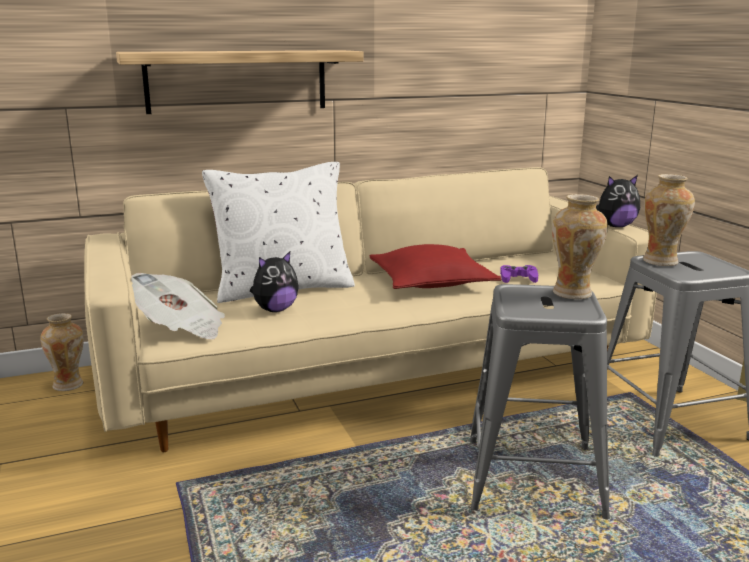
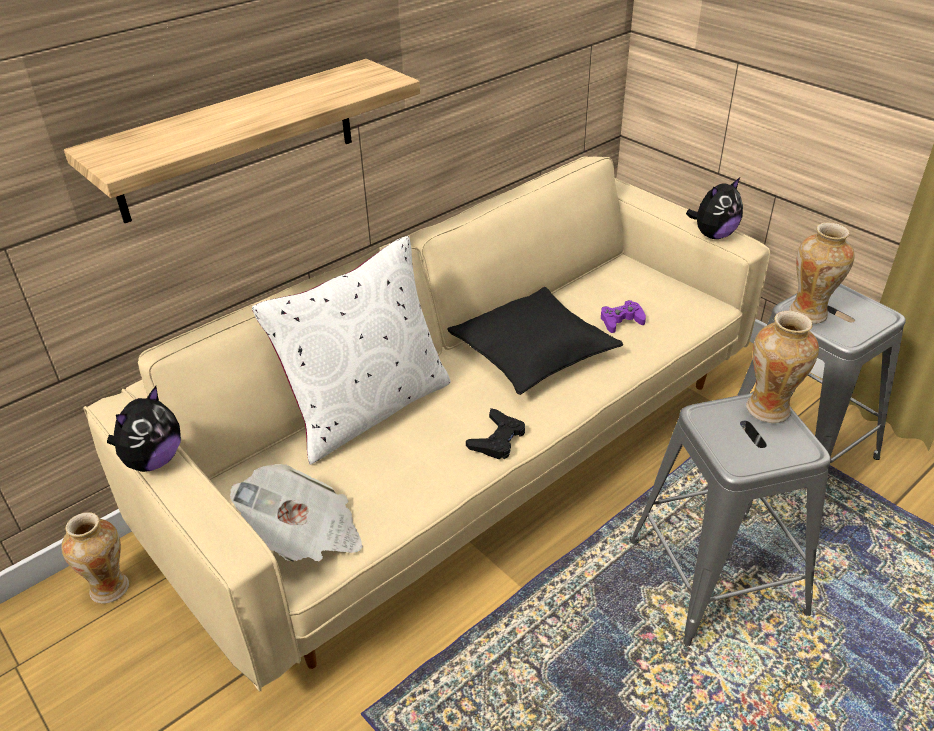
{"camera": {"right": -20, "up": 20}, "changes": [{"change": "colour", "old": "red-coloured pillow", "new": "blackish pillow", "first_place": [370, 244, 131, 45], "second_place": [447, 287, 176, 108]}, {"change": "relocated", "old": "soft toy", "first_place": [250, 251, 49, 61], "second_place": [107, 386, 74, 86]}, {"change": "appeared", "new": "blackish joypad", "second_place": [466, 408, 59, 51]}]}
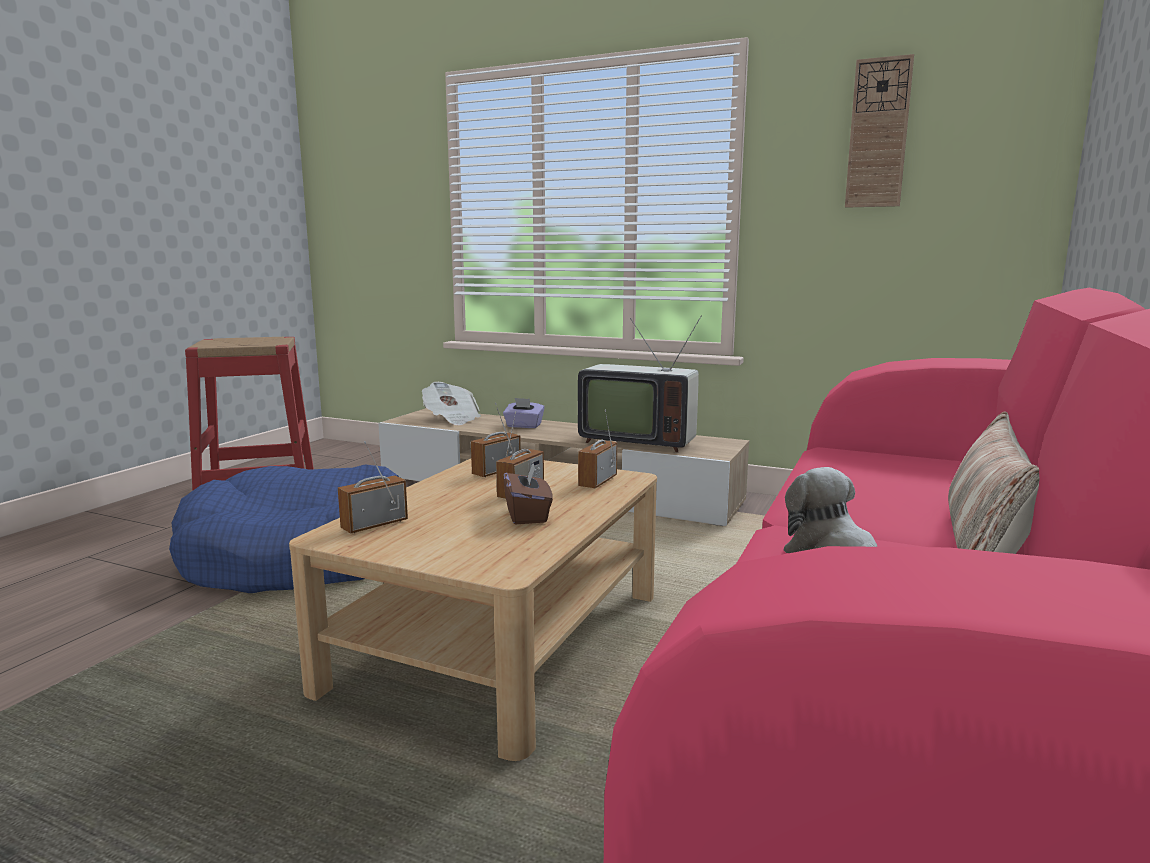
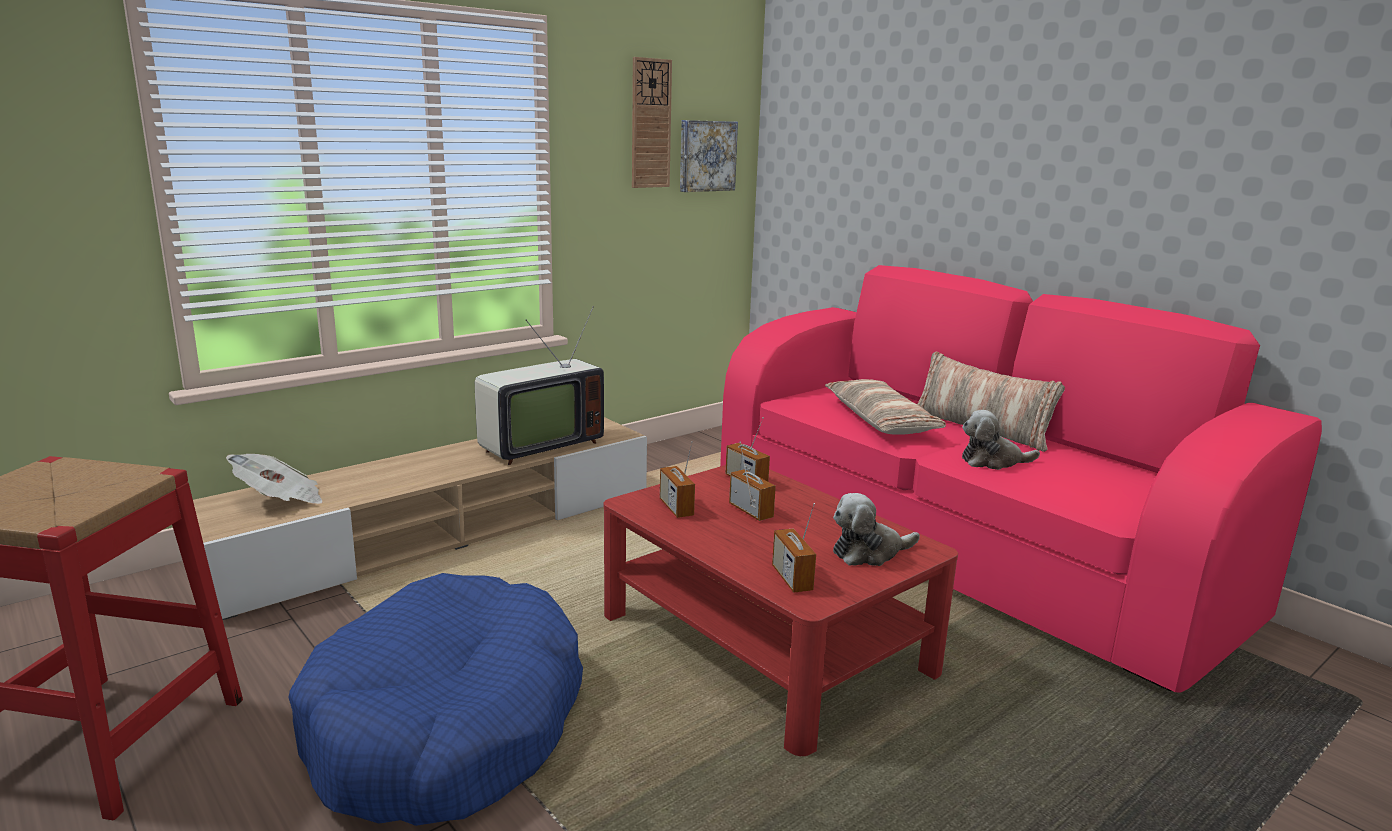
{"camera": {"right": -65, "up": 5}, "changes": [{"change": "missing", "old": "purple-coloured tissue box", "first_place": [503, 398, 42, 30]}, {"change": "colour", "old": "sand-coloured lounge table", "new": "red-coloured lounge table", "first_place": [289, 459, 368, 302], "second_place": [604, 465, 354, 291]}, {"change": "missing", "old": "brownish tissue box", "first_place": [503, 463, 50, 61]}, {"change": "appeared", "new": "wall art", "second_place": [680, 120, 58, 72]}, {"change": "appeared", "new": "pillow", "second_place": [825, 379, 121, 56]}, {"change": "appeared", "new": "soft toy", "second_place": [833, 493, 87, 73]}]}
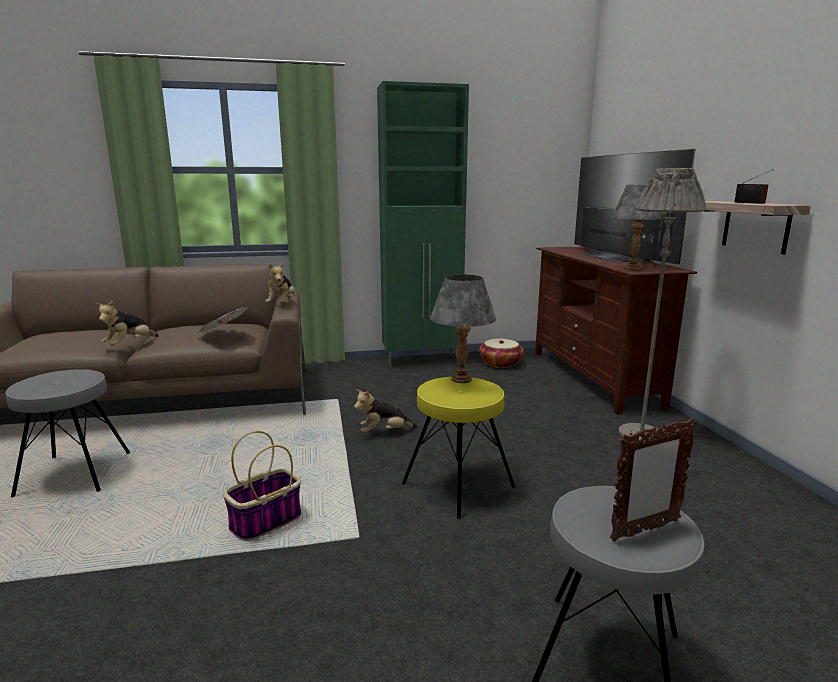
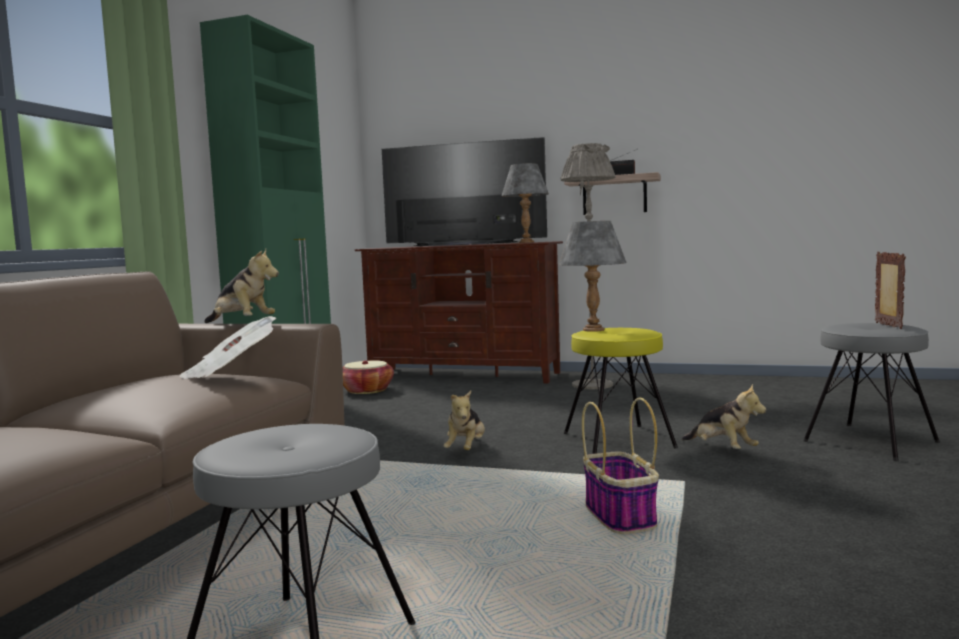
{"camera": {"right": -60, "up": -10}, "changes": [{"change": "relocated", "old": "soft toy", "first_place": [95, 301, 64, 44], "second_place": [682, 384, 84, 65]}]}
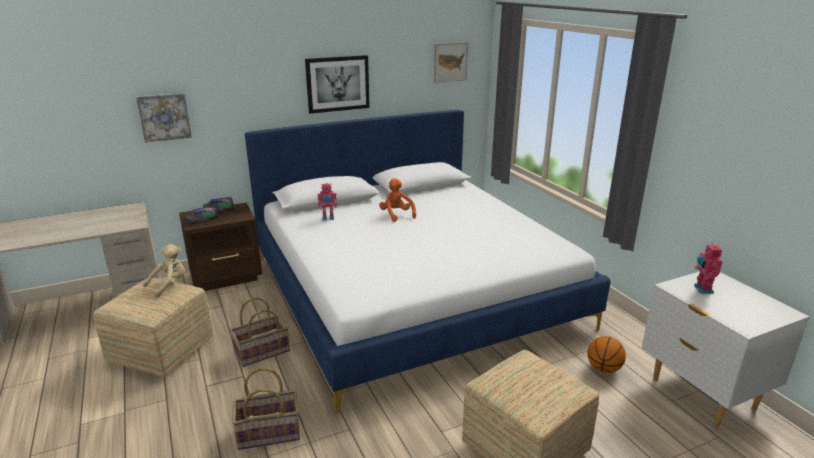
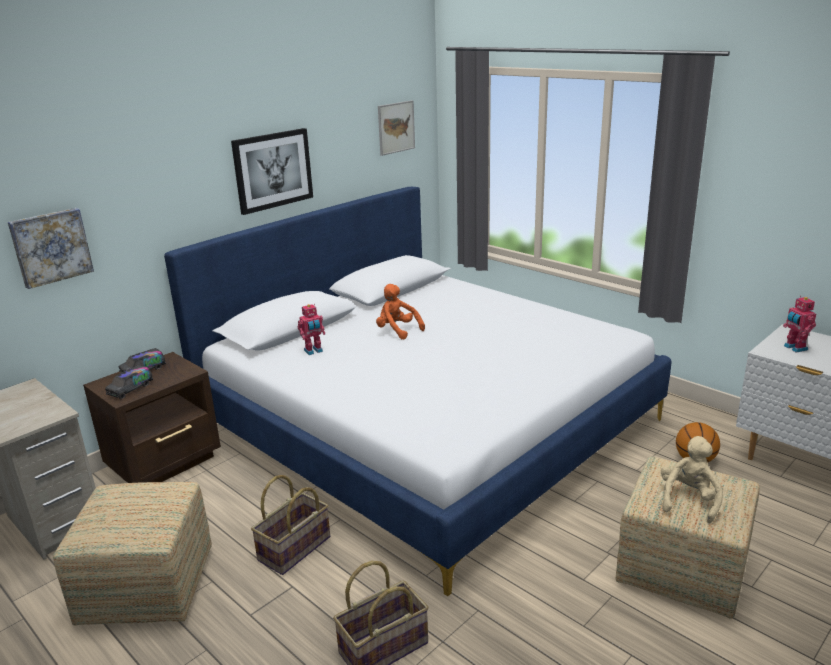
{"camera": {"right": -20, "up": 0}, "changes": [{"change": "relocated", "old": "sand-coloured soft toy", "first_place": [143, 244, 42, 54], "second_place": [661, 436, 62, 88]}]}
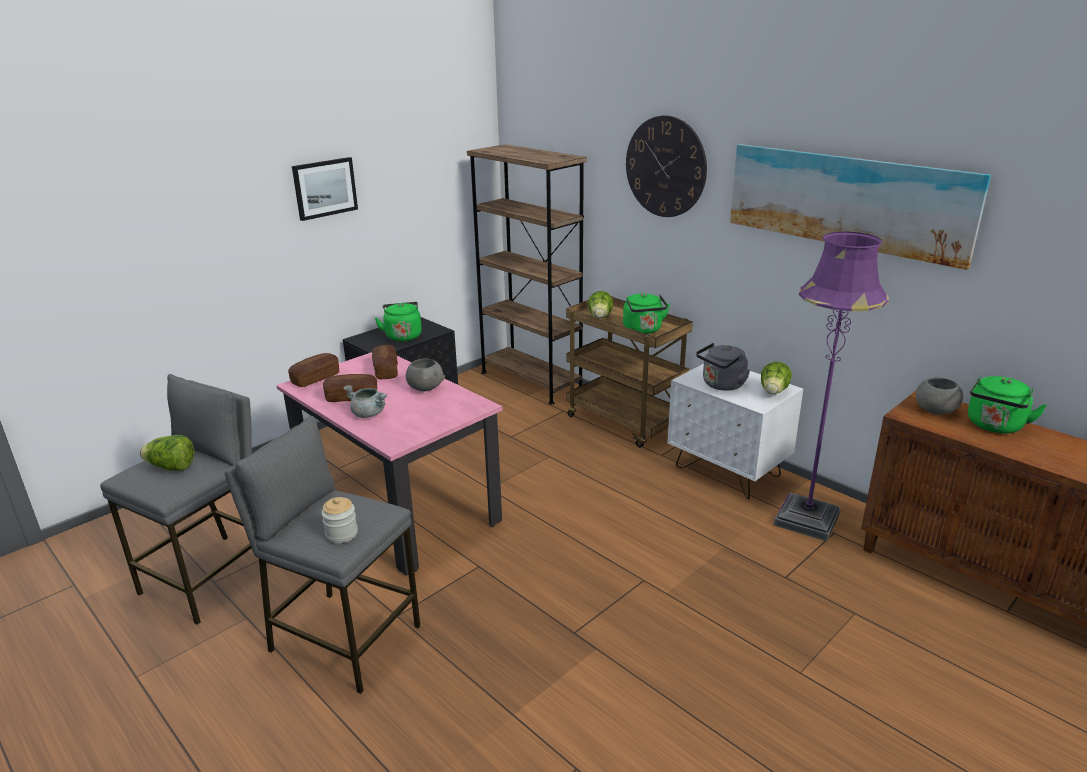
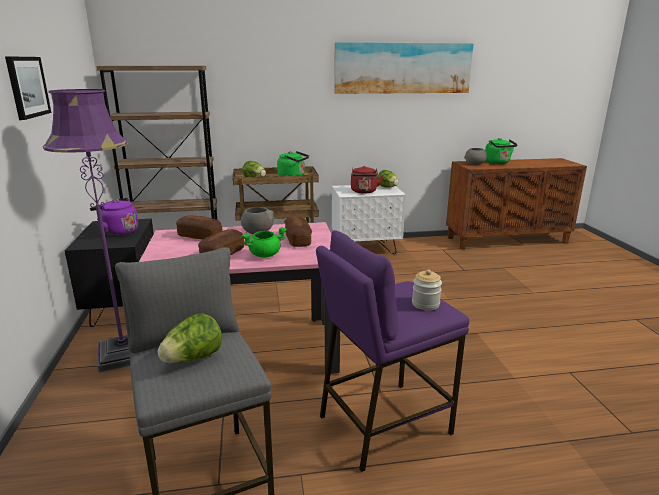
{"camera": {"right": -55, "up": -5}, "changes": [{"change": "missing", "old": "clock on the wall", "first_place": [626, 115, 81, 102]}, {"change": "relocated", "old": "purple-coloured standard lamp", "first_place": [774, 232, 115, 310], "second_place": [43, 89, 87, 284]}, {"change": "colour", "old": "greenish kettle", "new": "purple-coloured kettle", "first_place": [375, 302, 47, 40], "second_place": [90, 198, 48, 38]}, {"change": "colour", "old": "greyish kettle", "new": "red-coloured kettle", "first_place": [696, 343, 54, 48], "second_place": [351, 166, 33, 28]}, {"change": "relocated", "old": "baked bread", "first_place": [288, 353, 51, 34], "second_place": [284, 217, 28, 30]}, {"change": "colour", "old": "greyish cooking pot", "new": "greenish cooking pot", "first_place": [343, 385, 44, 33], "second_place": [242, 227, 45, 31]}, {"change": "colour", "old": "greyish stool seat", "new": "purple-coloured stool seat", "first_place": [225, 416, 195, 278], "second_place": [316, 230, 153, 242]}]}
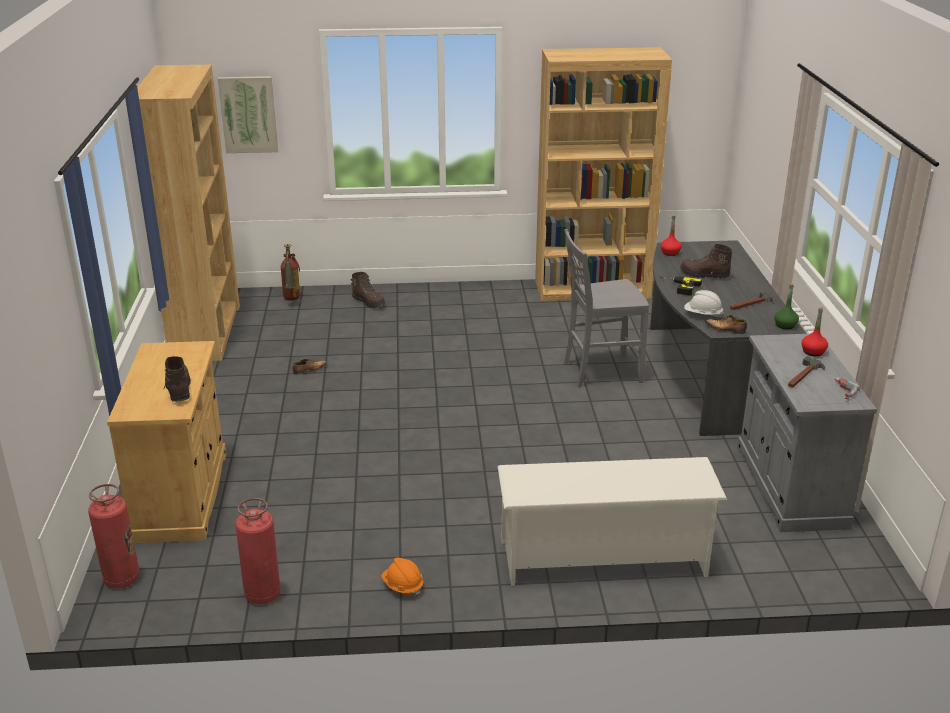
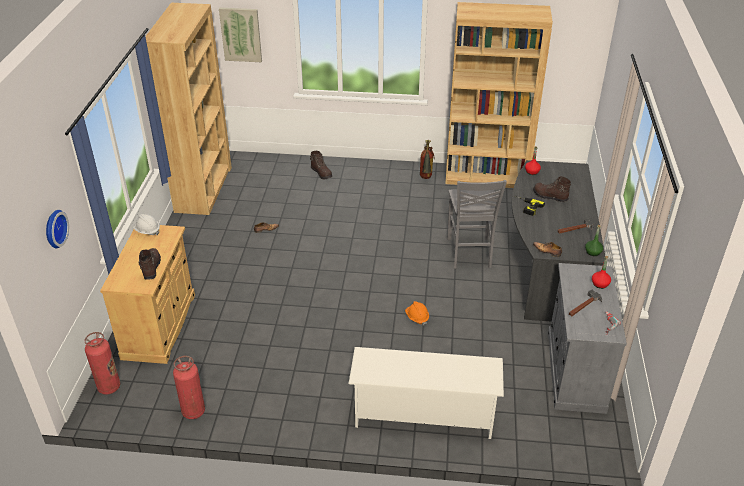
{"camera": {"right": 10, "up": 10}, "changes": [{"change": "spun", "old": "greyish plain chair", "first_place": [564, 229, 85, 158], "second_place": [447, 180, 60, 89], "degrees": -90}, {"change": "relocated", "old": "fire-fighting cylinder", "first_place": [281, 244, 19, 57], "second_place": [420, 140, 14, 39]}, {"change": "relocated", "old": "white-coloured work helmet", "first_place": [684, 290, 40, 28], "second_place": [132, 214, 28, 21]}, {"change": "relocated", "old": "orange-coloured work helmet", "first_place": [381, 558, 42, 39], "second_place": [405, 301, 24, 24]}, {"change": "appeared", "new": "clock on the wall", "second_place": [46, 210, 23, 39]}]}
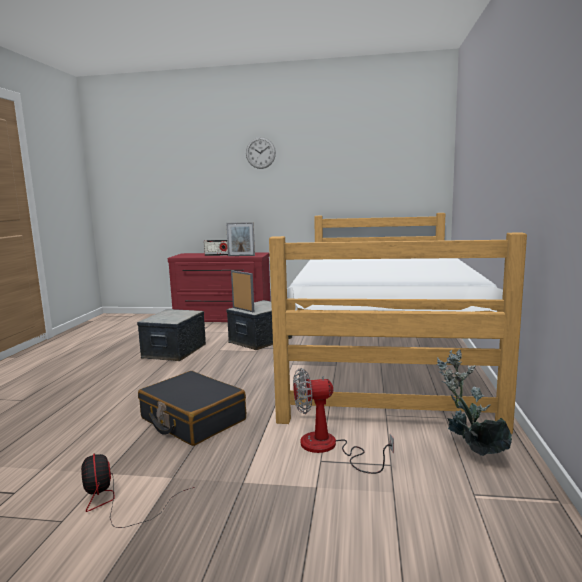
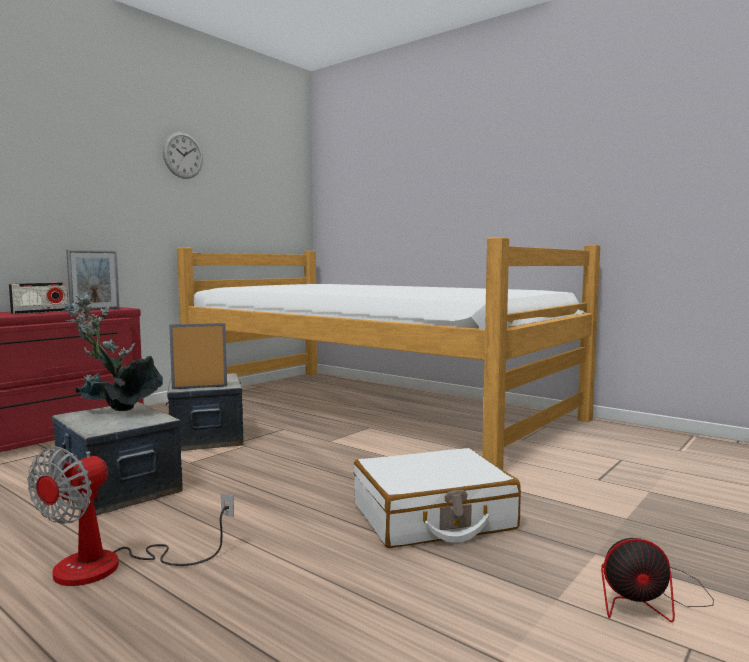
{"camera": {"right": -60, "up": -5}, "changes": [{"change": "relocated", "old": "clock on the wall", "first_place": [246, 137, 30, 32], "second_place": [163, 132, 40, 47]}, {"change": "relocated", "old": "houseplant", "first_place": [437, 350, 75, 106], "second_place": [63, 292, 100, 119]}, {"change": "relocated", "old": "cooling fan", "first_place": [293, 368, 101, 106], "second_place": [27, 447, 207, 139]}, {"change": "colour", "old": "blackish piece of luggage", "new": "white-coloured piece of luggage", "first_place": [138, 371, 108, 75], "second_place": [353, 448, 168, 100]}]}
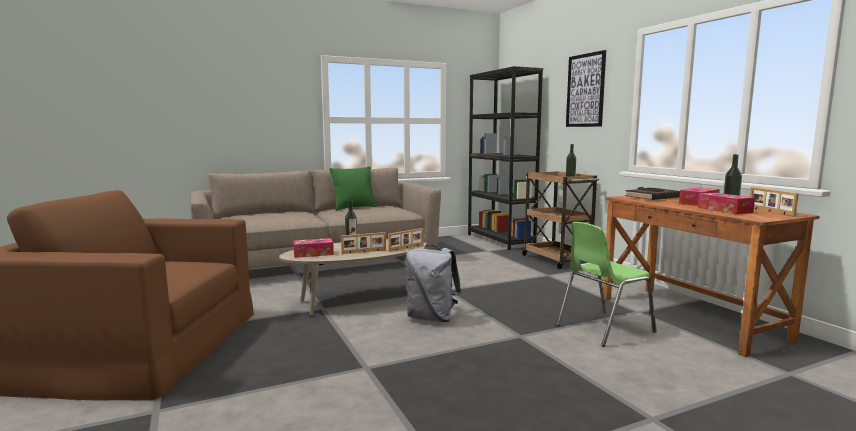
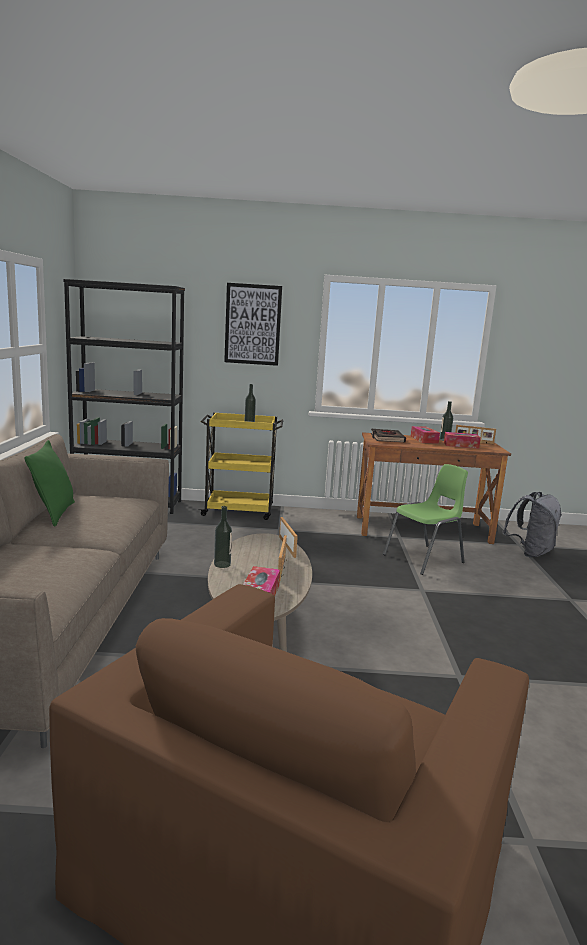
{"camera": {"right": -65, "up": 5}, "changes": [{"change": "colour", "old": "brownish wheeled cart", "new": "yellow wheeled cart", "first_place": [521, 171, 78, 98], "second_place": [198, 412, 85, 108]}, {"change": "spun", "old": "greenish plain chair", "first_place": [557, 222, 100, 125], "second_place": [383, 464, 85, 111], "degrees": -120}, {"change": "relocated", "old": "greyish knapsack", "first_place": [405, 245, 56, 77], "second_place": [502, 492, 59, 65]}]}
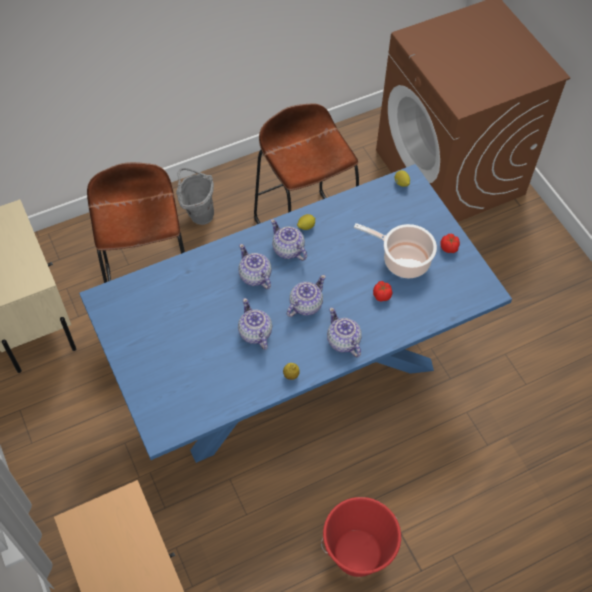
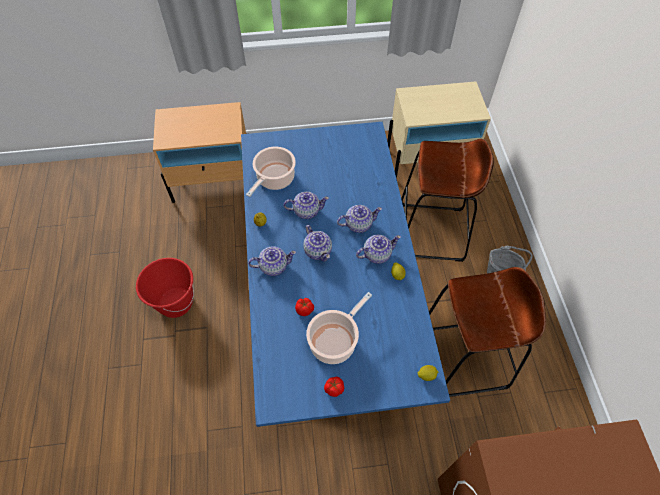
{"camera": {"right": 110, "up": 0}, "changes": [{"change": "appeared", "new": "cooking pot", "second_place": [246, 147, 50, 50]}]}
